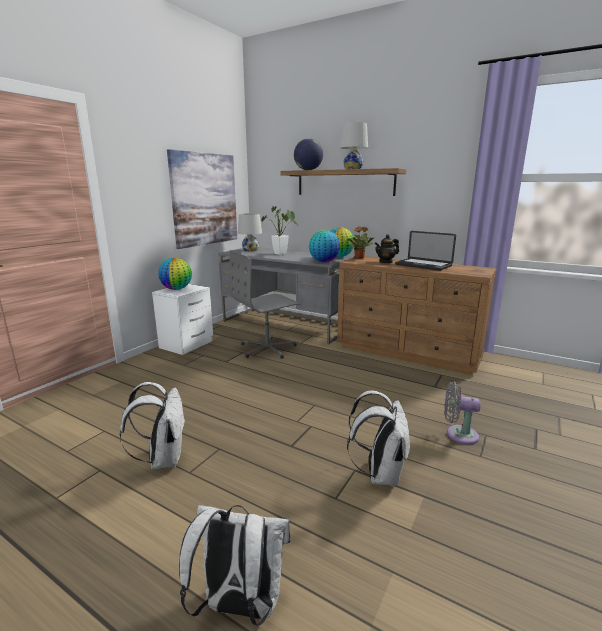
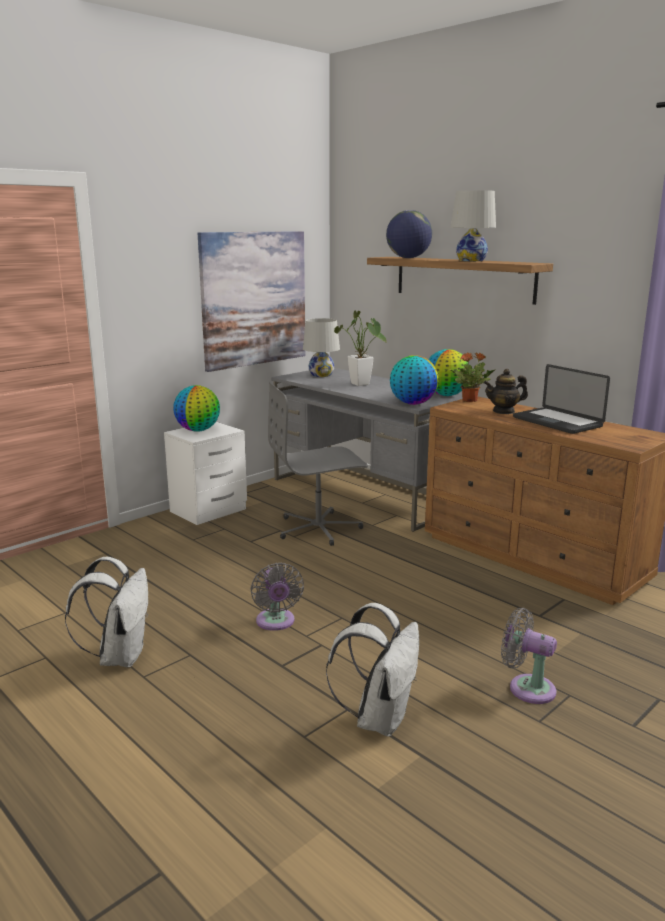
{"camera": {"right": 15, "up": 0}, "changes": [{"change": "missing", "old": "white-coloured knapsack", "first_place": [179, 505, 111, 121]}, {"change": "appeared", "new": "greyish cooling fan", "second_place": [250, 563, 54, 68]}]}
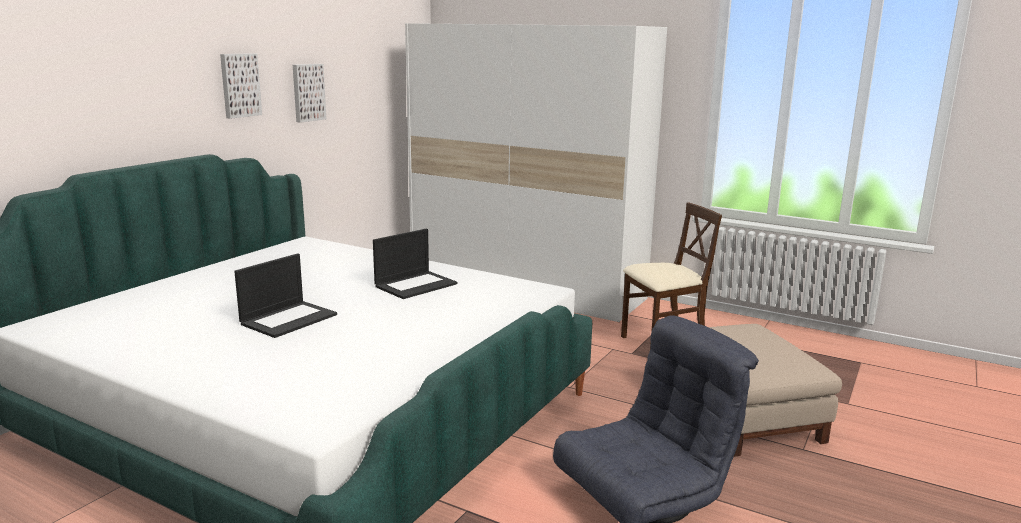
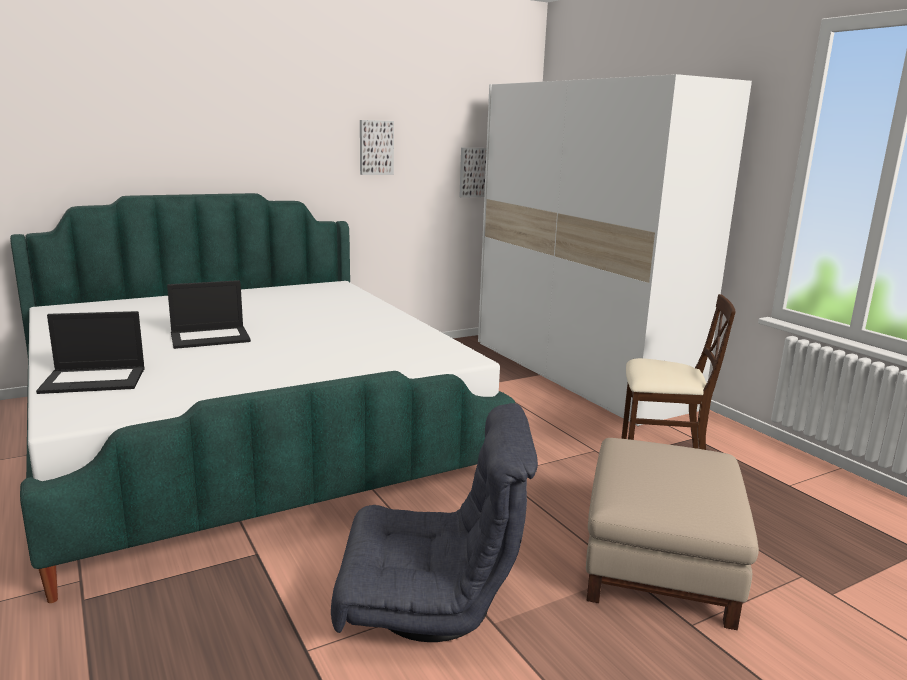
{"camera": {"right": 30, "up": 0}, "changes": [{"change": "relocated", "old": "wall art", "first_place": [220, 53, 42, 66], "second_place": [459, 148, 27, 50]}, {"change": "relocated", "old": "portable computer", "first_place": [373, 229, 84, 70], "second_place": [36, 311, 109, 83]}]}
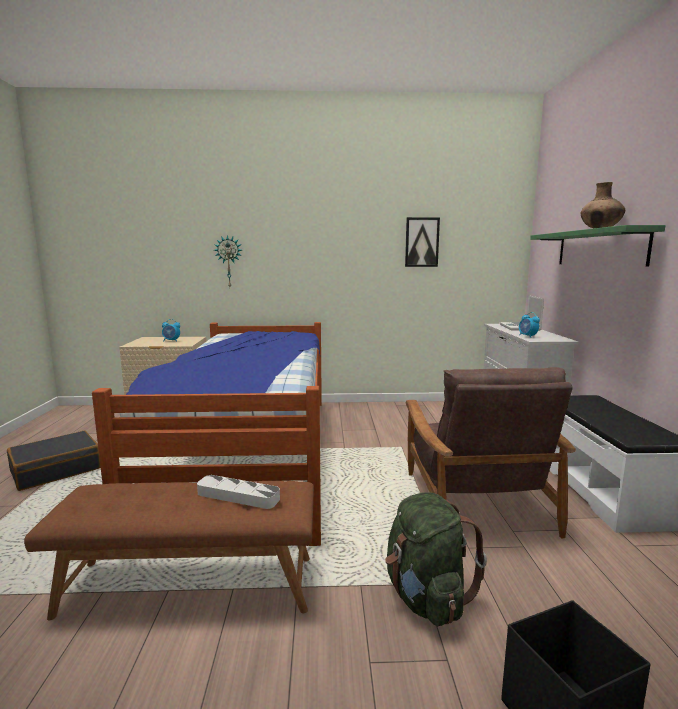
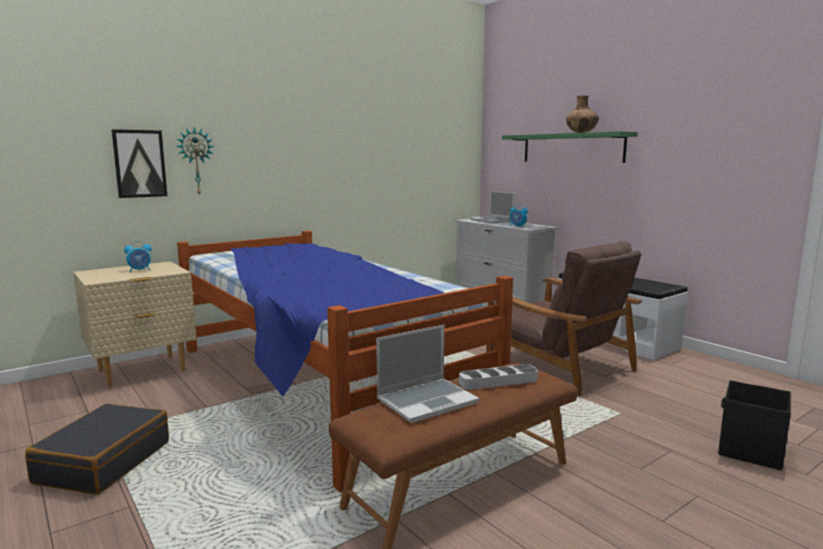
{"camera": {"right": -35, "up": 0}, "changes": [{"change": "relocated", "old": "wall art", "first_place": [405, 217, 35, 50], "second_place": [111, 129, 56, 69]}, {"change": "missing", "old": "greenish knapsack", "first_place": [385, 492, 102, 134]}, {"change": "appeared", "new": "portable computer", "second_place": [376, 325, 103, 98]}]}
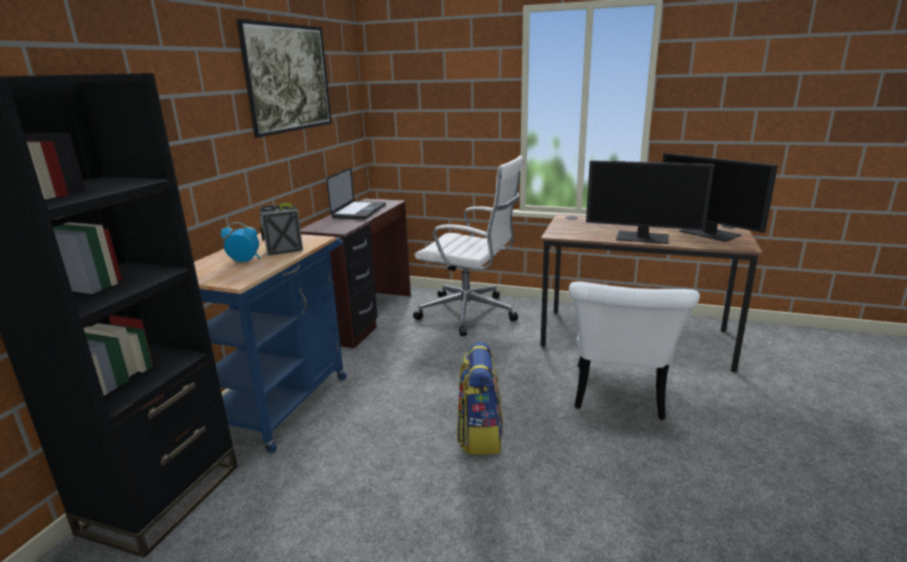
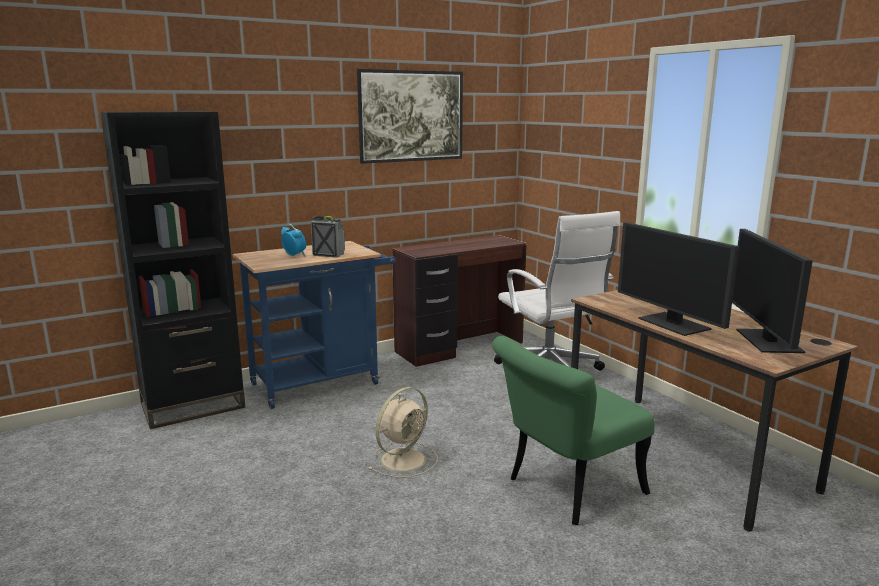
{"camera": {"right": 40, "up": -5}, "changes": [{"change": "missing", "old": "portable computer", "first_place": [326, 167, 60, 52]}, {"change": "colour", "old": "white-coloured plain chair", "new": "greenish plain chair", "first_place": [569, 281, 131, 139], "second_place": [492, 336, 163, 189]}, {"change": "exchanged", "old": "knapsack", "new": "sand-coloured cooling fan", "first_place": [457, 342, 46, 113], "second_place": [368, 387, 70, 91]}]}
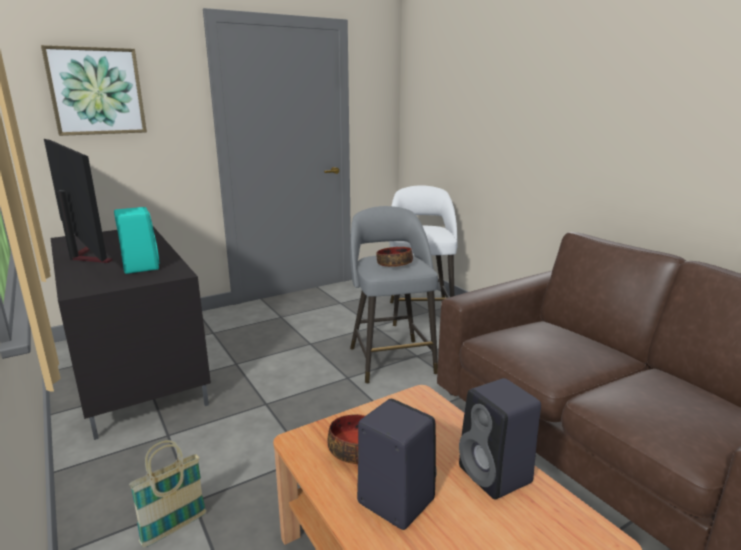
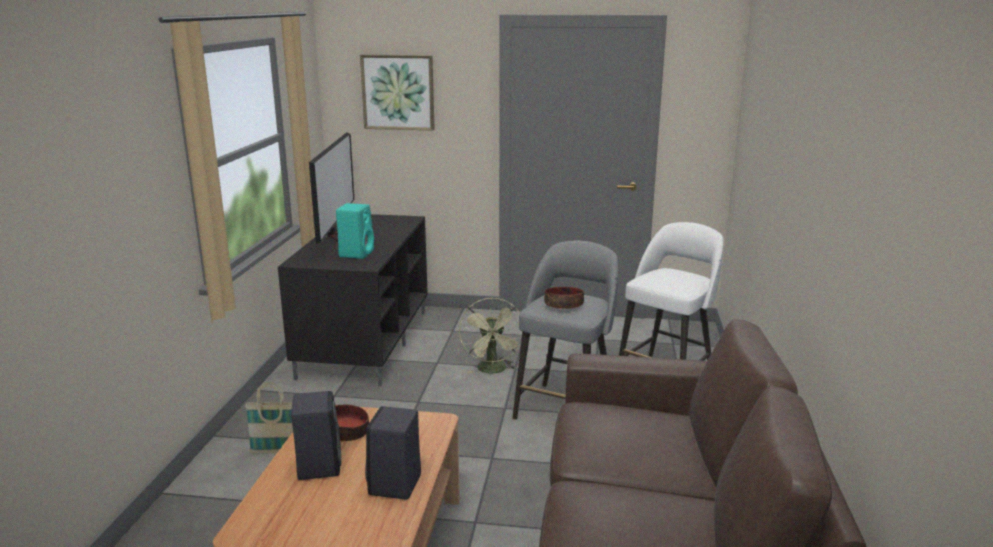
{"camera": {"right": 40, "up": 0}, "changes": [{"change": "appeared", "new": "greenish cooling fan", "second_place": [459, 298, 62, 76]}]}
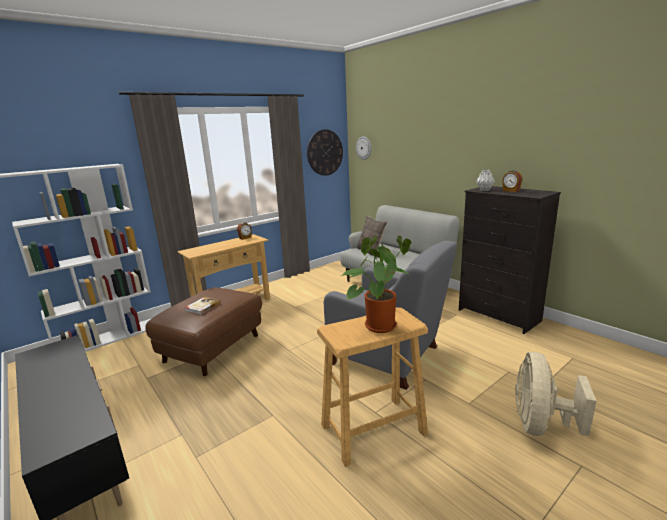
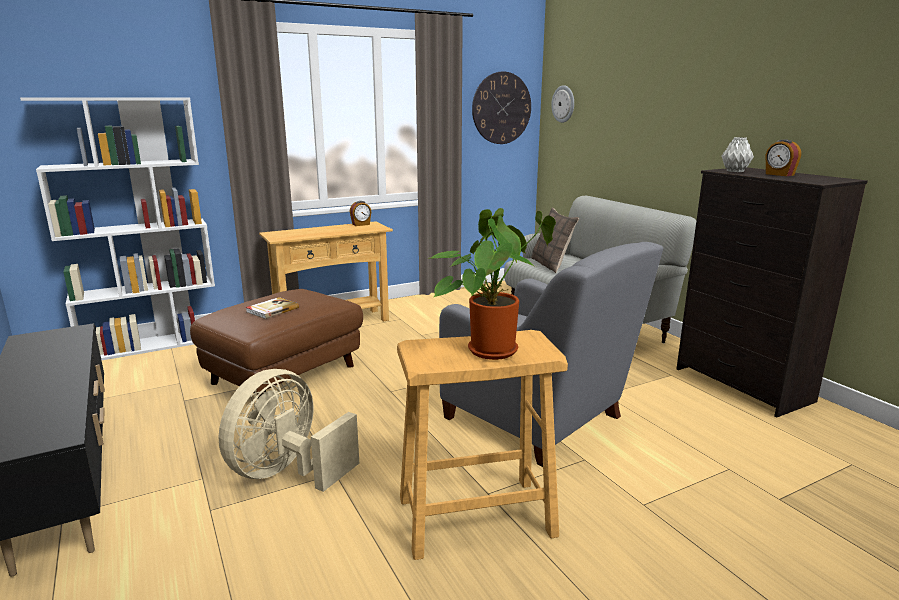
{"camera": {"right": 10, "up": 0}, "changes": [{"change": "relocated", "old": "sand-coloured cooling fan", "first_place": [515, 352, 81, 84], "second_place": [219, 369, 140, 123]}]}
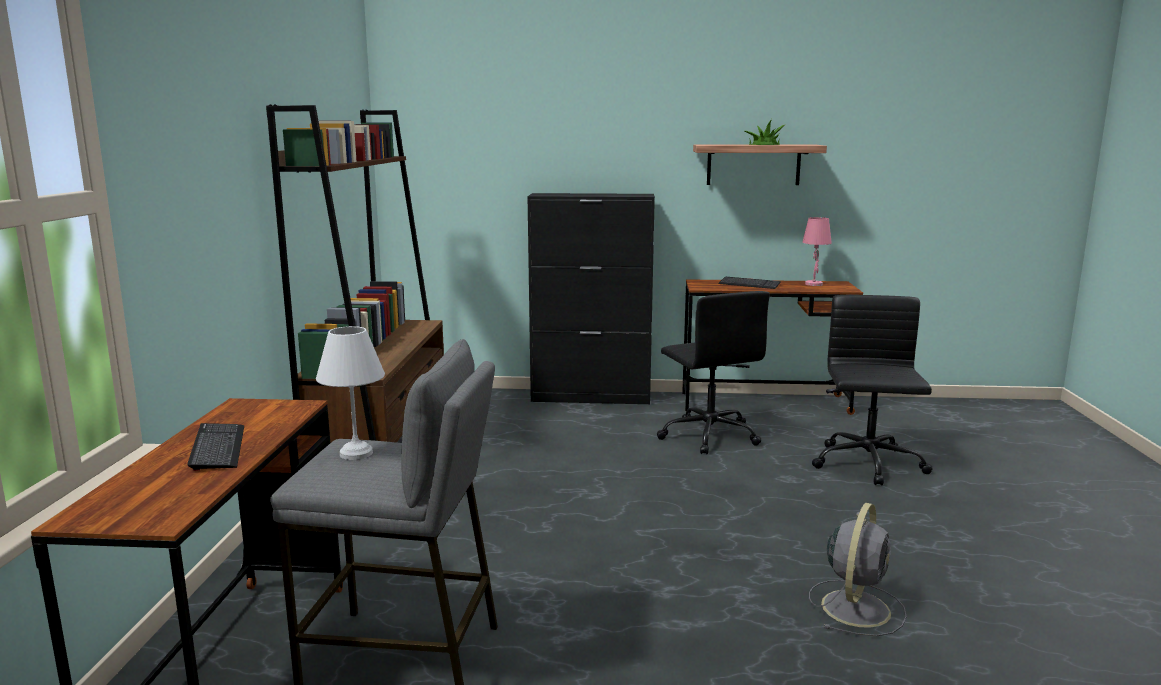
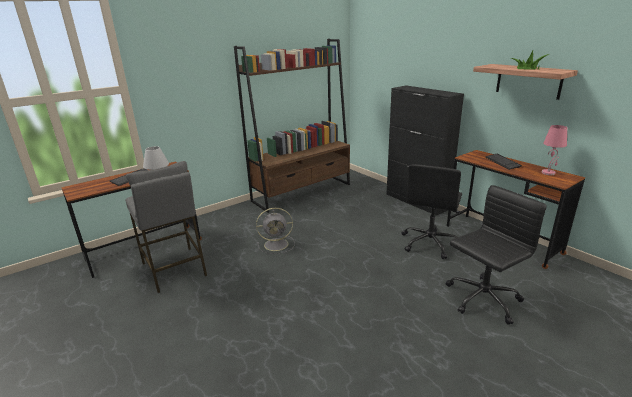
{"camera": {"right": 50, "up": 10}, "changes": [{"change": "relocated", "old": "greyish cooling fan", "first_place": [809, 503, 98, 133], "second_place": [256, 208, 39, 46]}]}
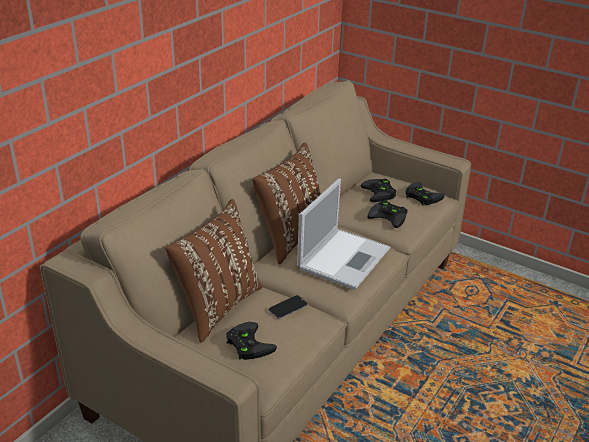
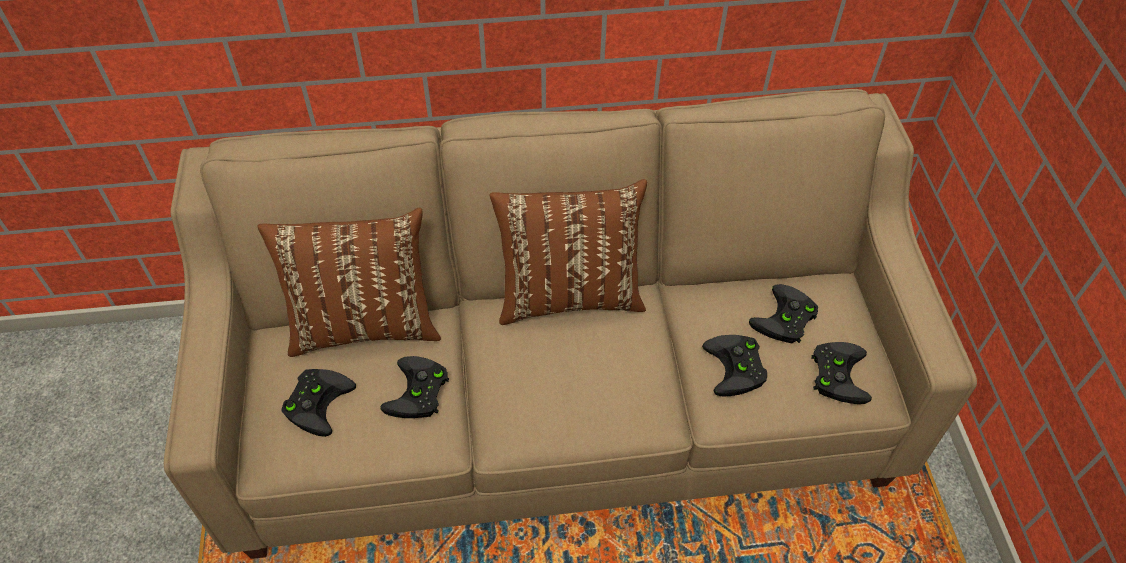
{"camera": {"right": 50, "up": 20}, "changes": [{"change": "missing", "old": "portable computer", "first_place": [297, 179, 93, 111]}, {"change": "exchanged", "old": "phone", "new": "blackish joypad", "first_place": [269, 295, 39, 24], "second_place": [381, 356, 68, 62]}]}
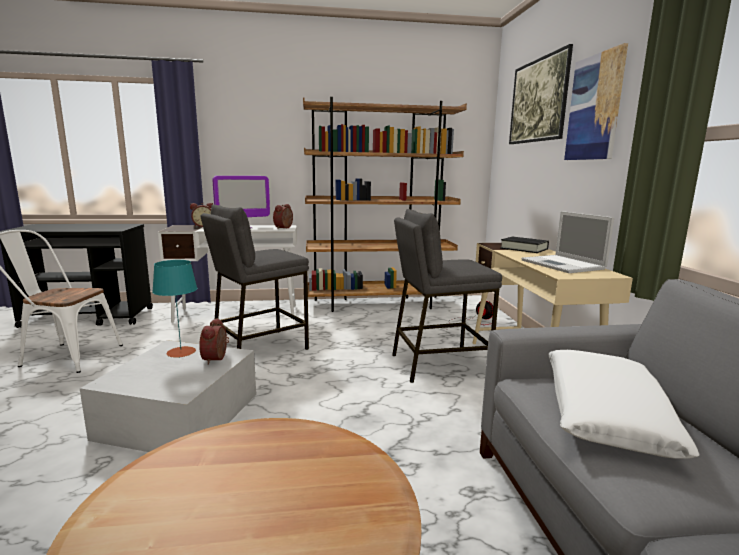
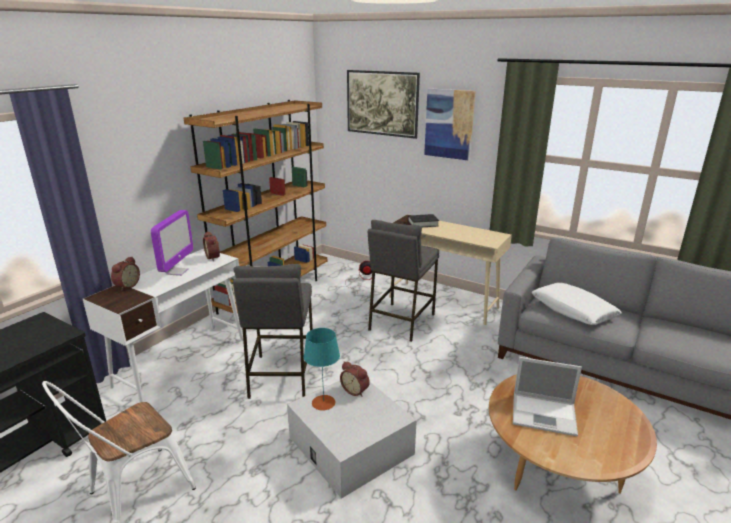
{"camera": {"right": -50, "up": 10}, "changes": [{"change": "relocated", "old": "portable computer", "first_place": [521, 211, 93, 62], "second_place": [513, 357, 69, 79]}]}
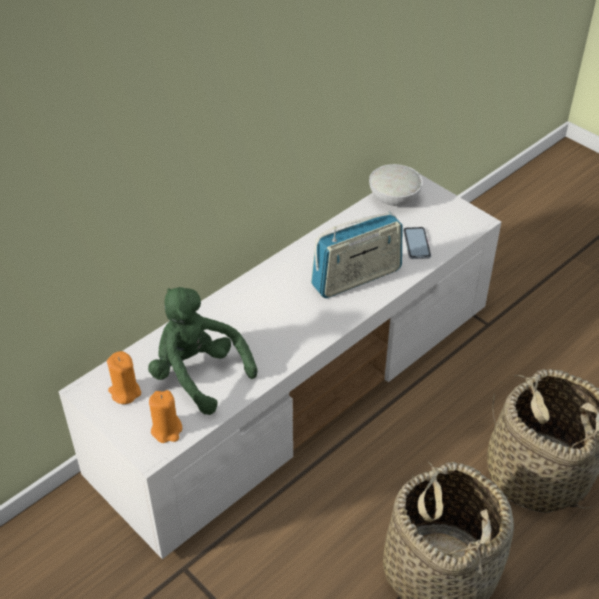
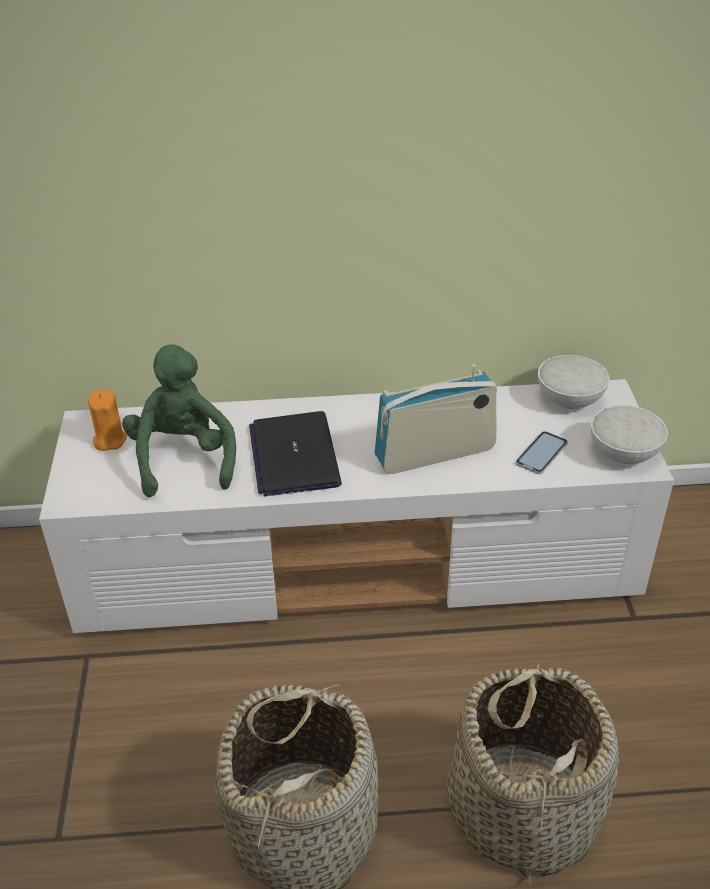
{"camera": {"right": 40, "up": -5}, "changes": [{"change": "spun", "old": "radio set", "first_place": [311, 212, 92, 86], "second_place": [375, 364, 122, 110], "degrees": 150}, {"change": "missing", "old": "orange-coloured wax light", "first_place": [149, 390, 33, 53]}, {"change": "appeared", "new": "white-coloured bowl", "second_place": [590, 405, 78, 59]}, {"change": "appeared", "new": "portable computer", "second_place": [249, 411, 93, 85]}]}
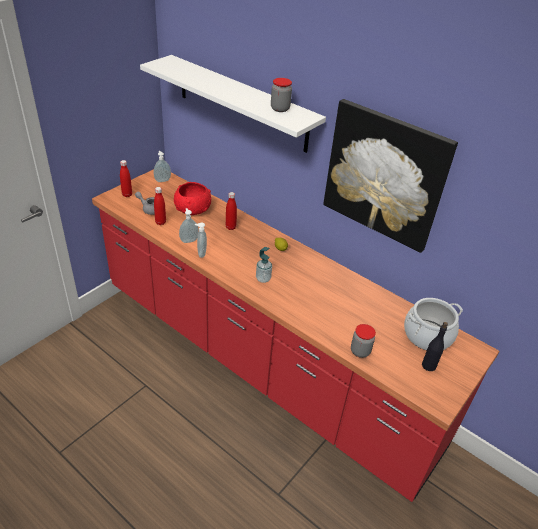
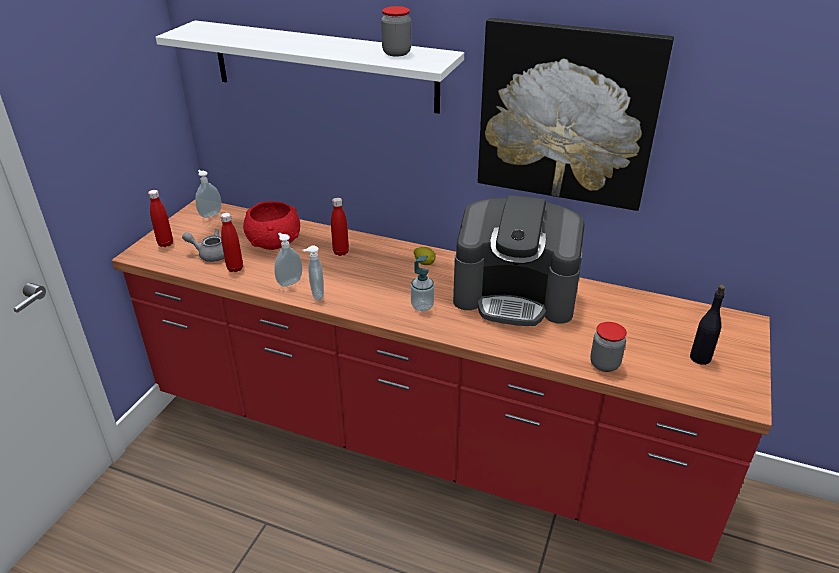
{"camera": {"right": -15, "up": -5}, "changes": [{"change": "missing", "old": "cooking pot", "first_place": [404, 298, 59, 52]}, {"change": "appeared", "new": "coffee brewer", "second_place": [453, 195, 132, 131]}]}
